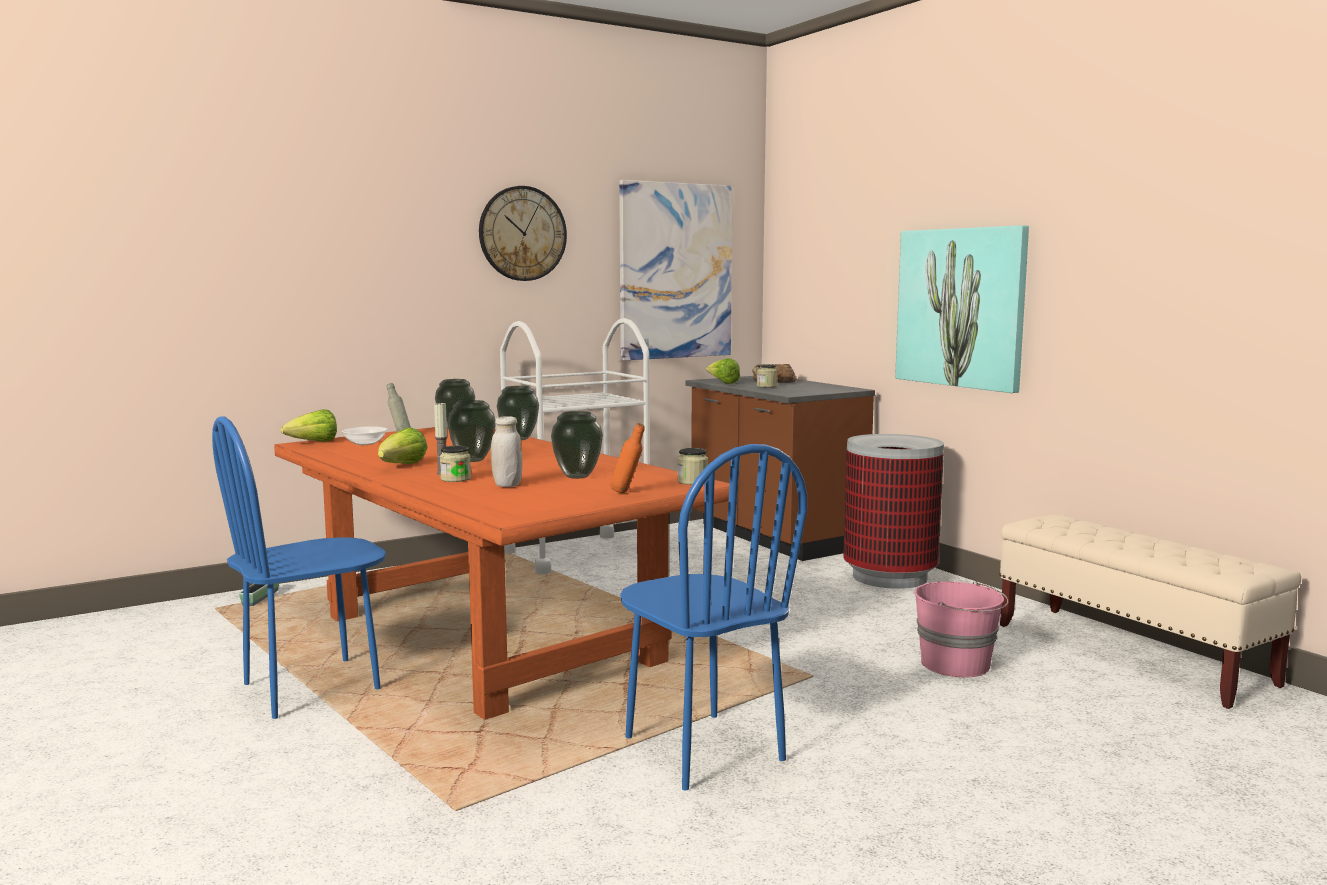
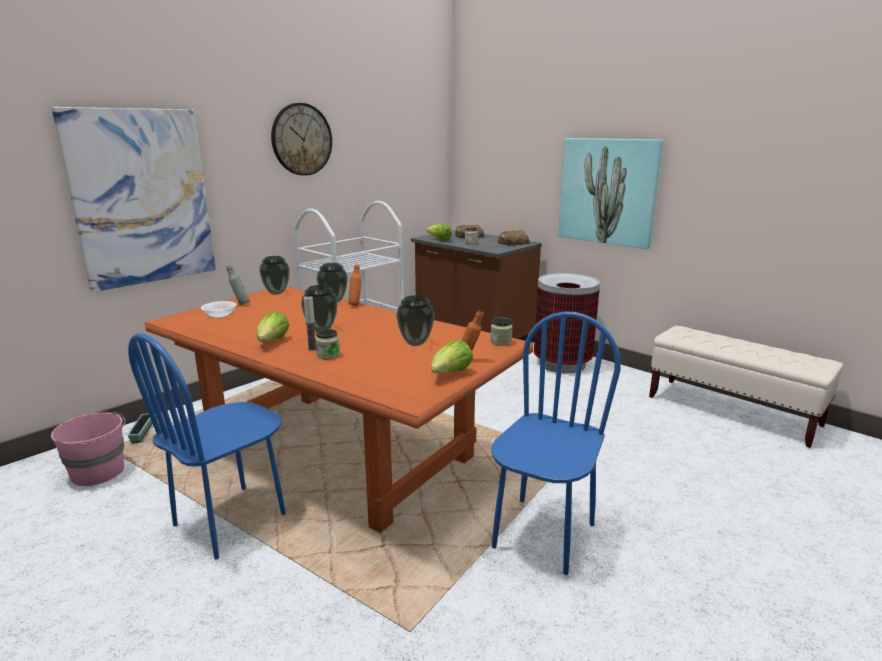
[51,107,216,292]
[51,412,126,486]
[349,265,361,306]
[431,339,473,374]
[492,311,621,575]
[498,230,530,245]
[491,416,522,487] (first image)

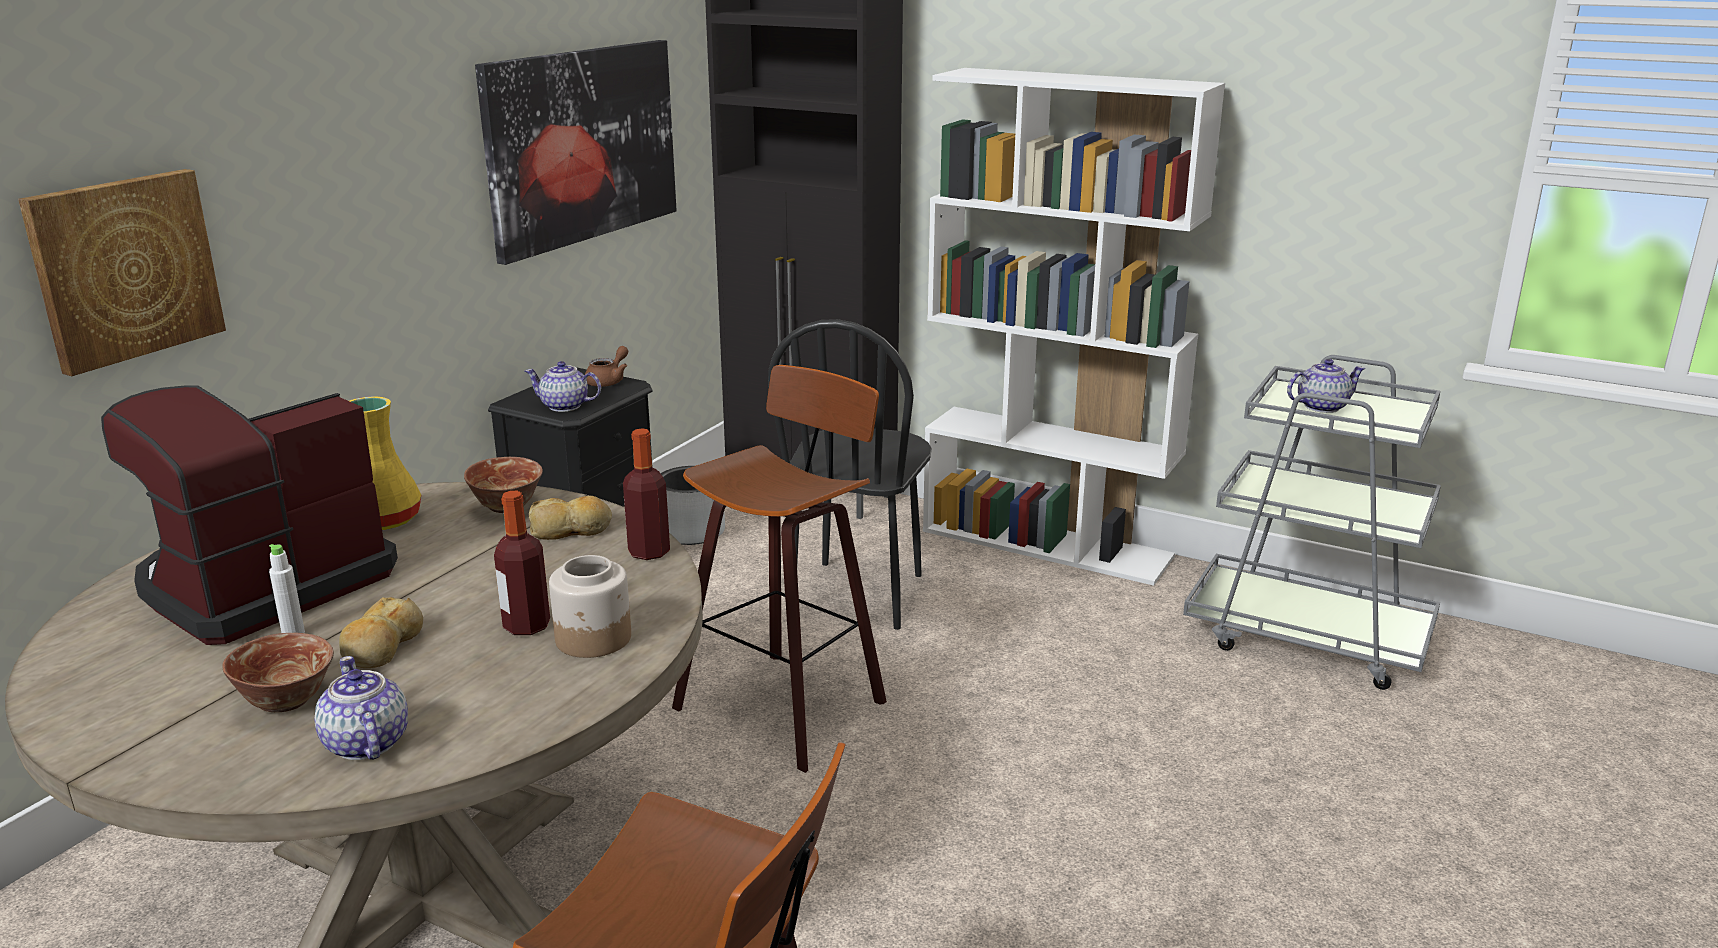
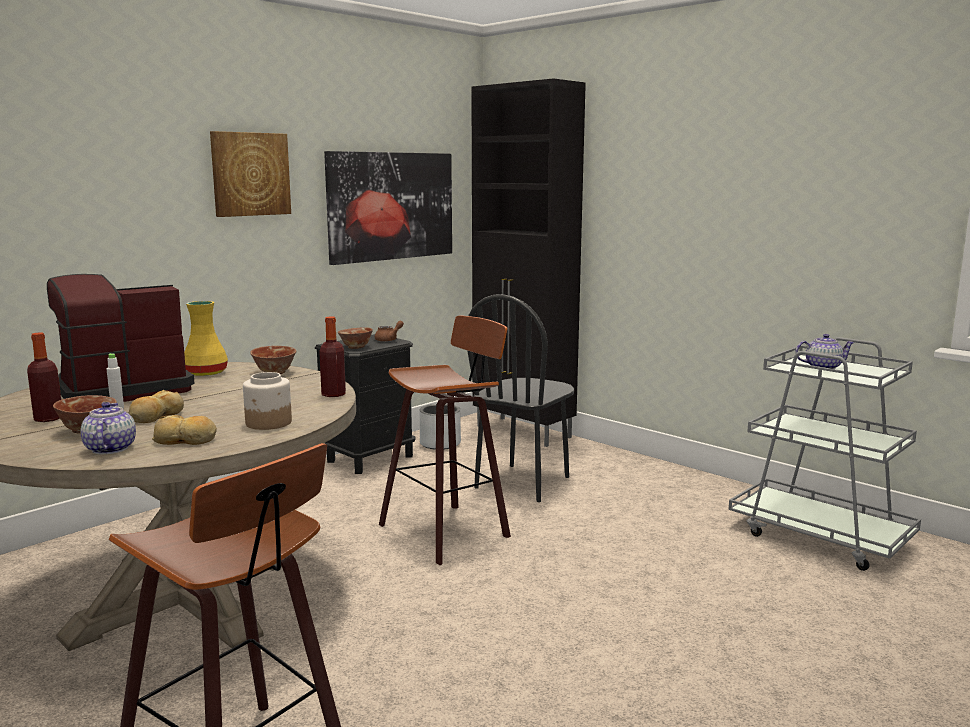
[27,332,61,422]
[152,415,217,445]
[210,131,291,217]
[338,327,373,349]
[923,68,1225,586] (first image)

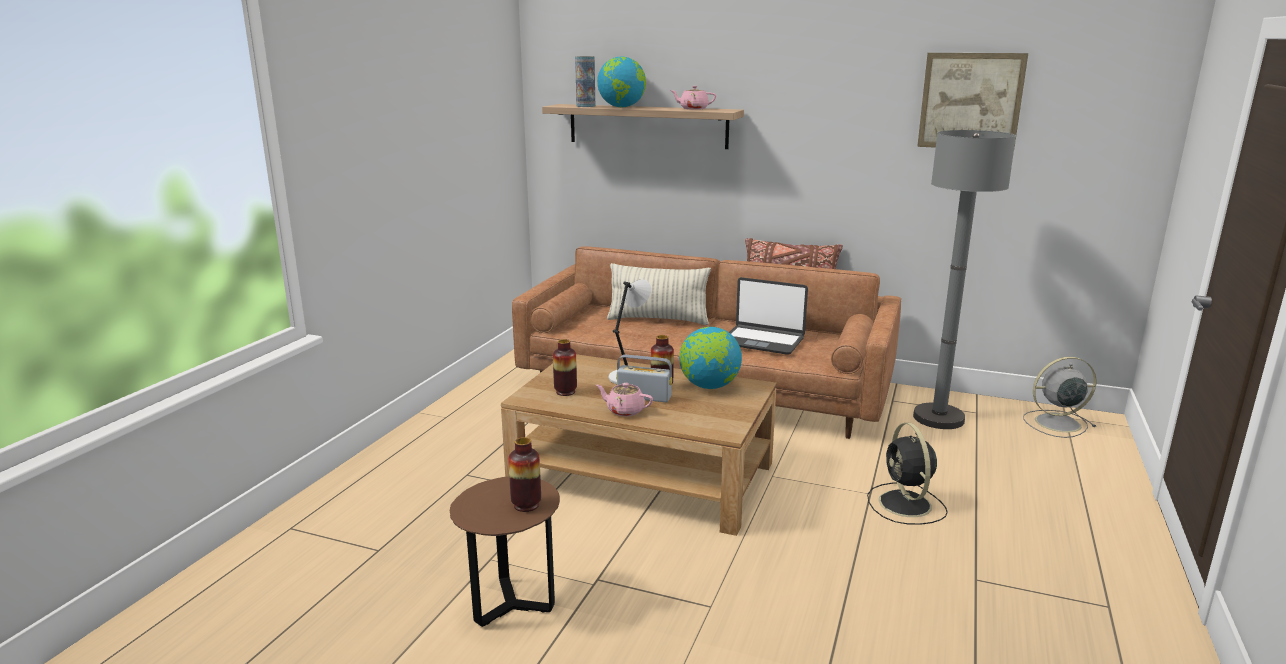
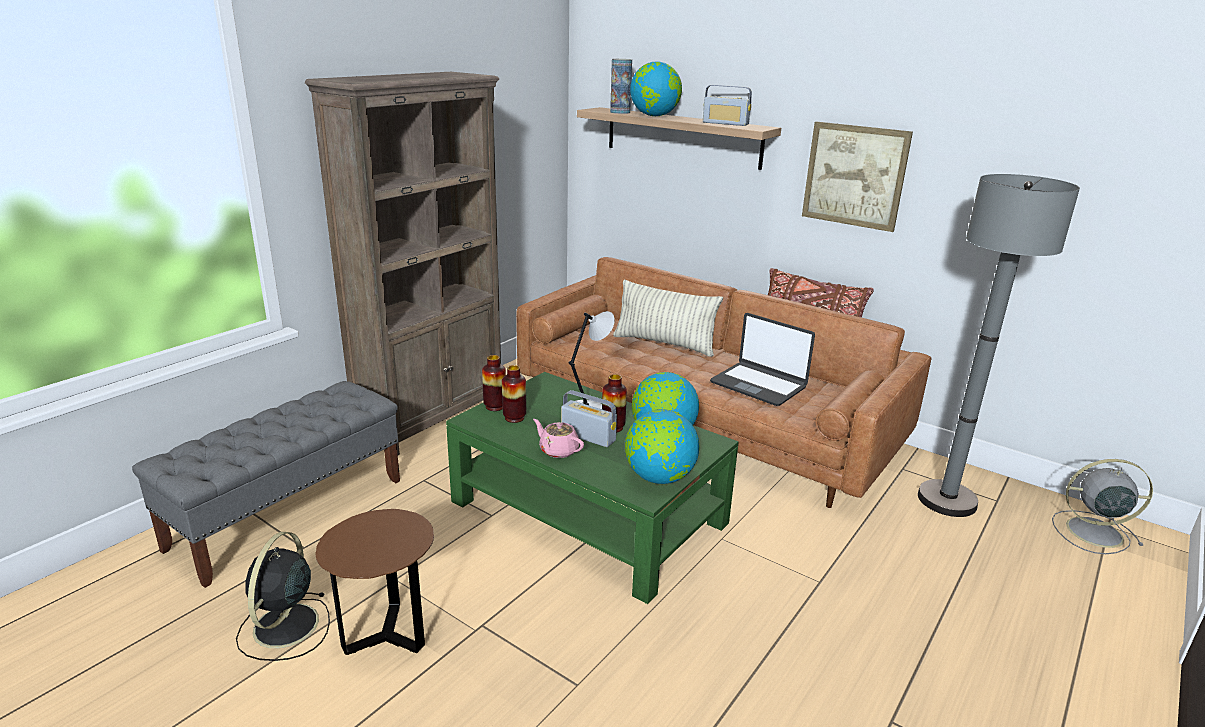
[132,381,400,588]
[236,532,330,661]
[305,72,501,455]
[446,372,739,604]
[482,355,506,411]
[625,409,699,484]
[703,85,752,126]
[802,121,913,232]

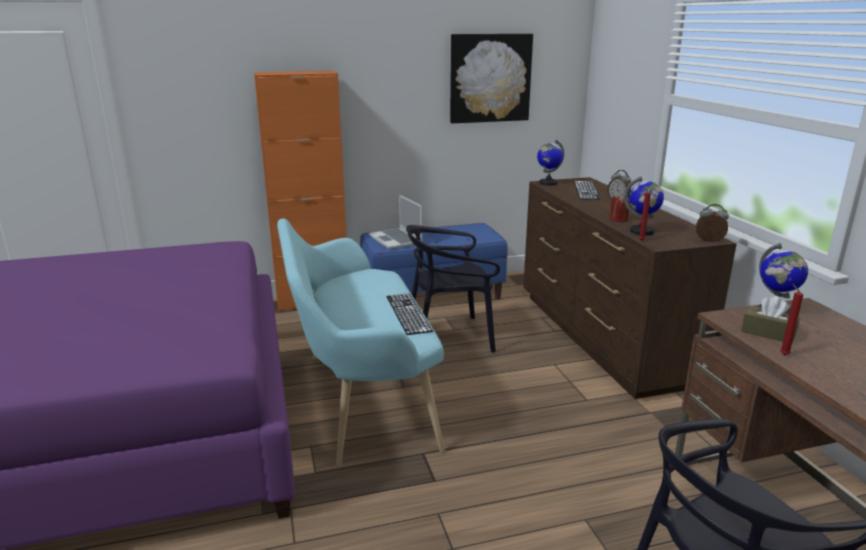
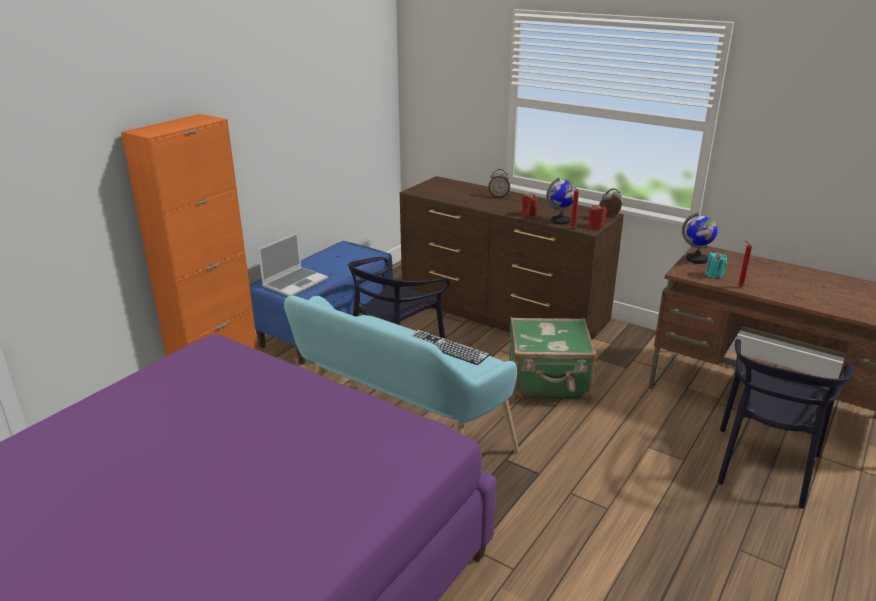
[258,232,328,296]
[509,317,596,400]
[588,204,607,229]
[705,252,727,279]
[450,34,533,123] (first image)
[537,140,564,186] (first image)
[574,181,600,200] (first image)

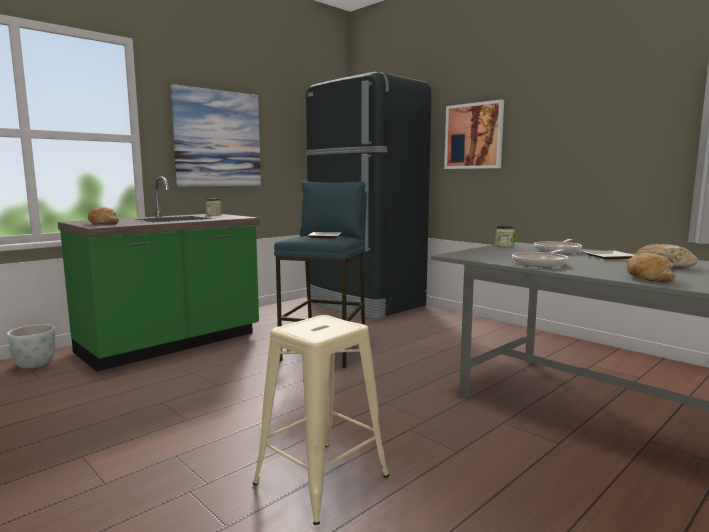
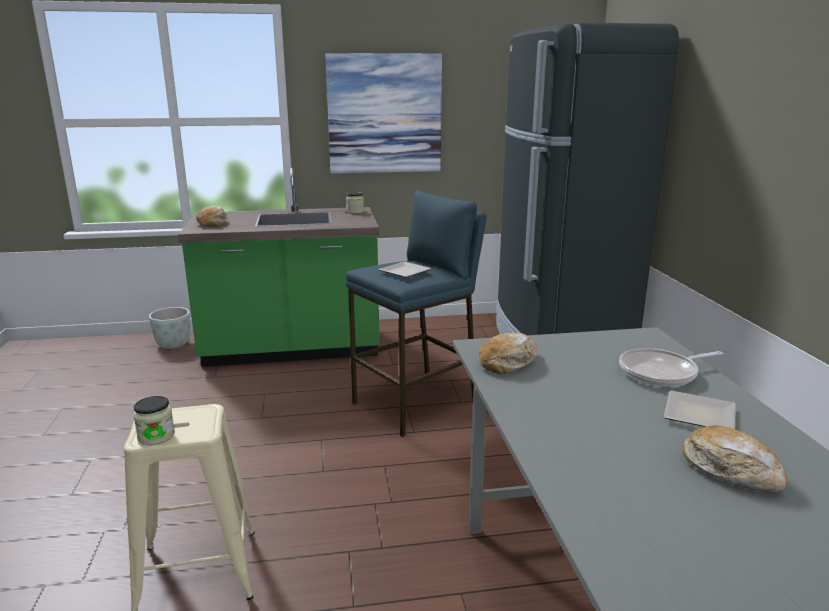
[133,396,175,445]
[479,332,537,374]
[444,100,504,169] (first image)
[512,249,568,267] (first image)

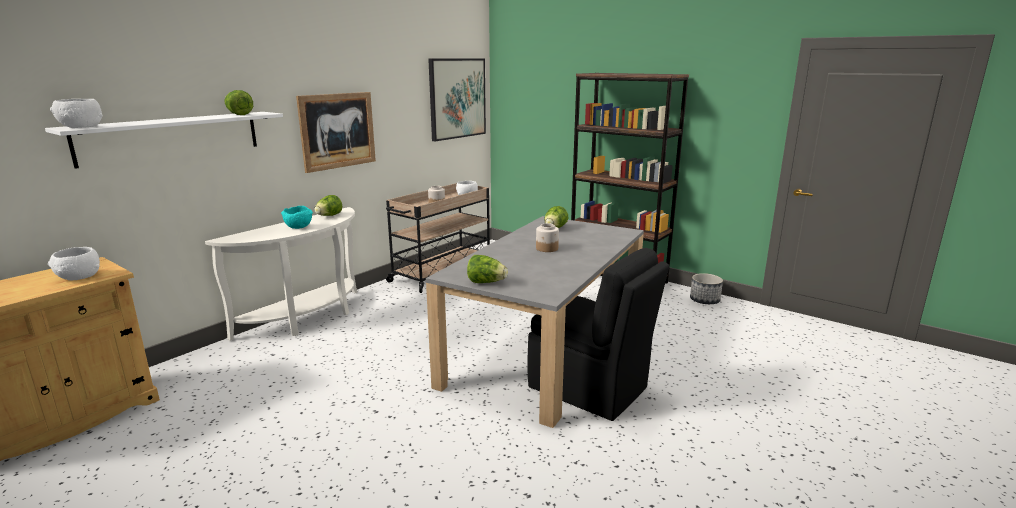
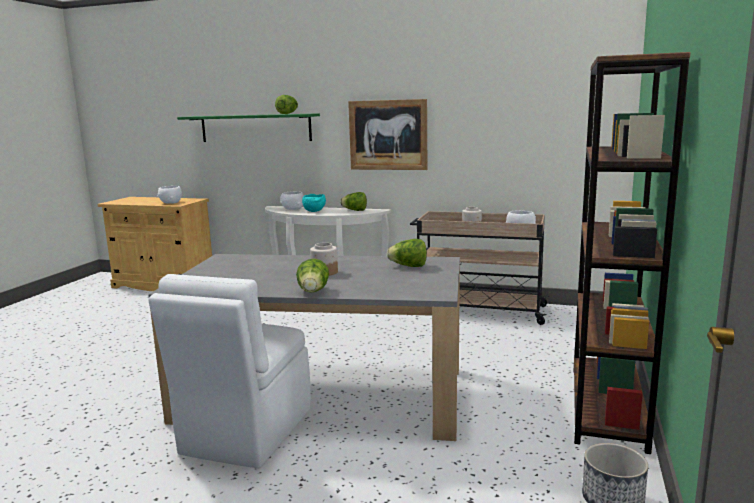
[148,274,311,469]
[177,113,320,142]
[280,191,304,210]
[296,259,329,292]
[428,59,486,141] (first image)

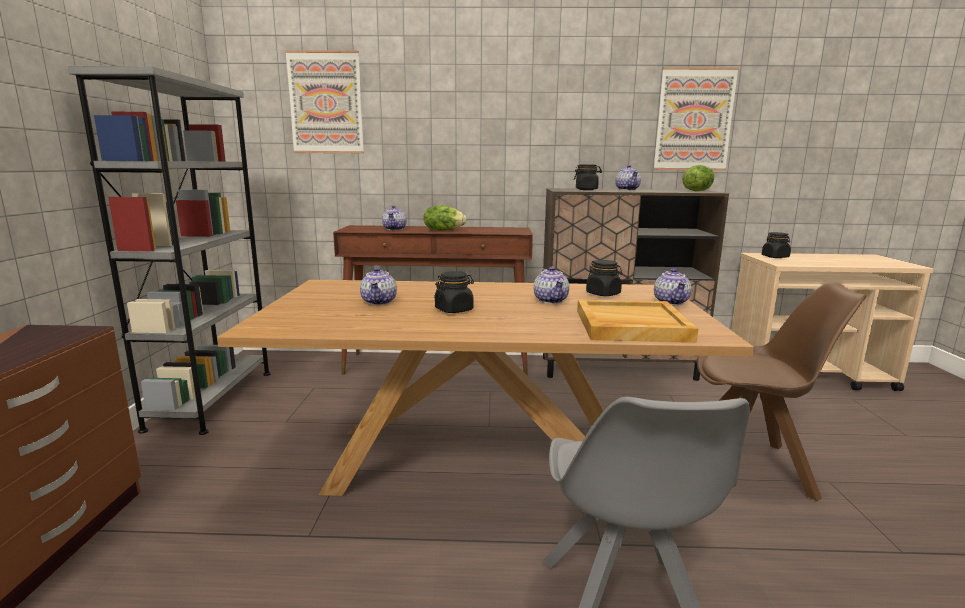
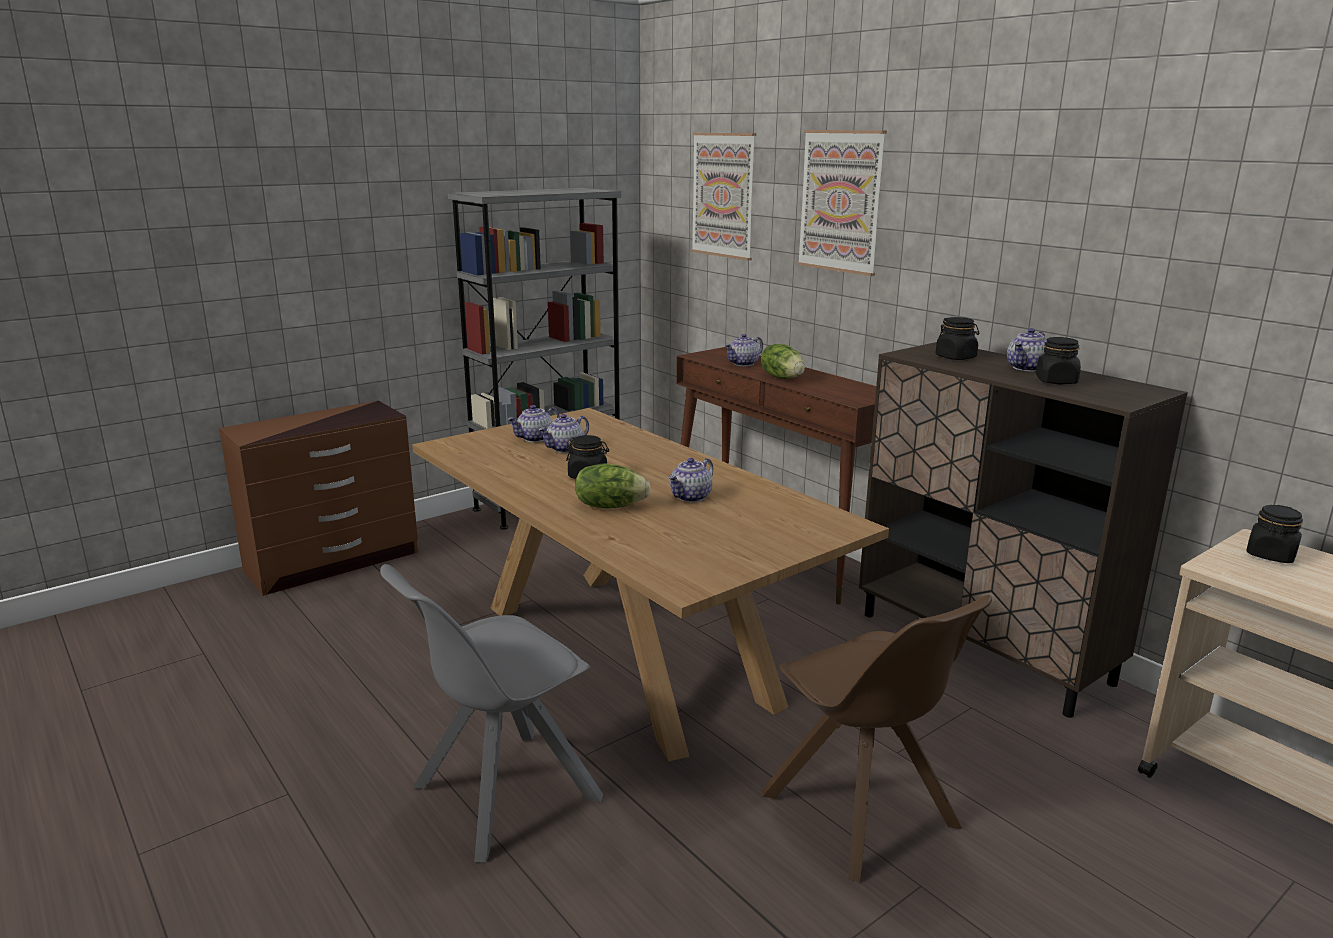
[507,405,560,442]
[575,463,651,508]
[797,130,887,276]
[1036,337,1081,384]
[577,299,699,343] (first image)

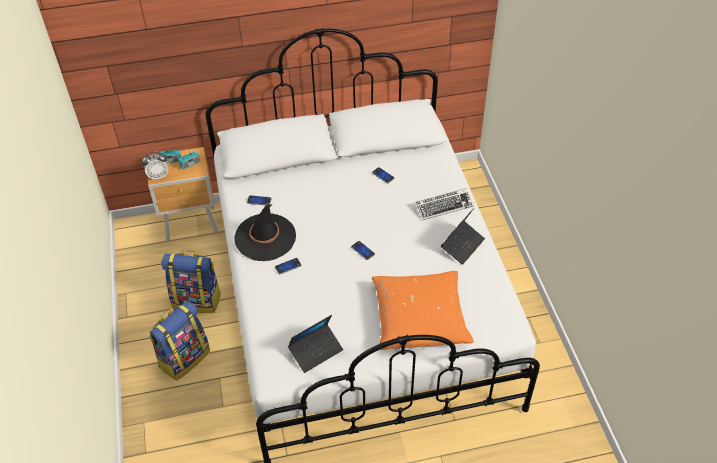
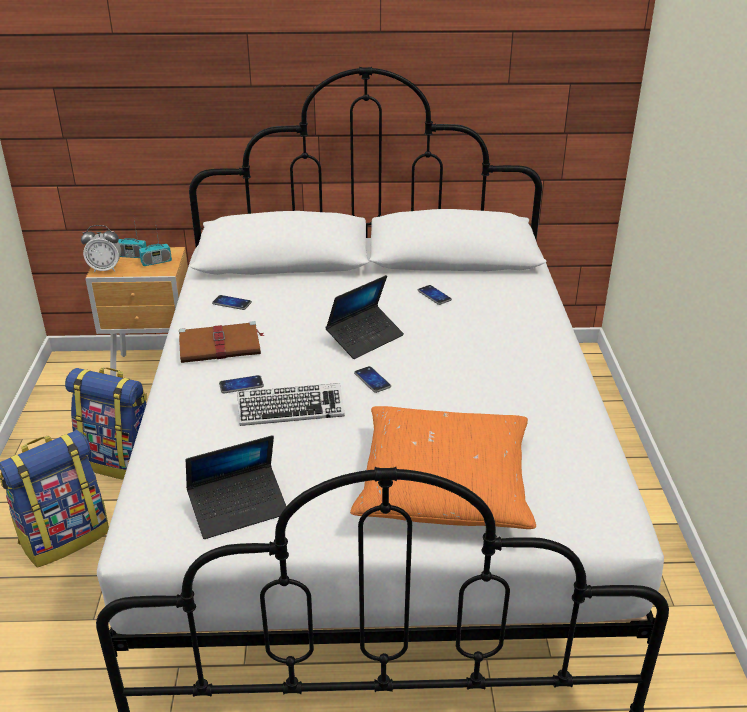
[179,321,265,363]
[237,383,345,426]
[325,275,404,359]

